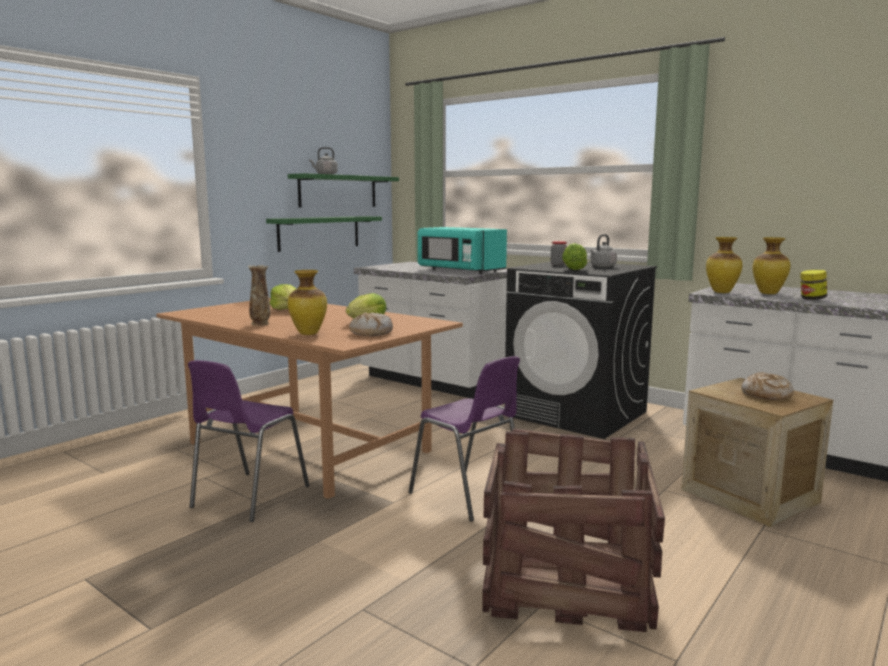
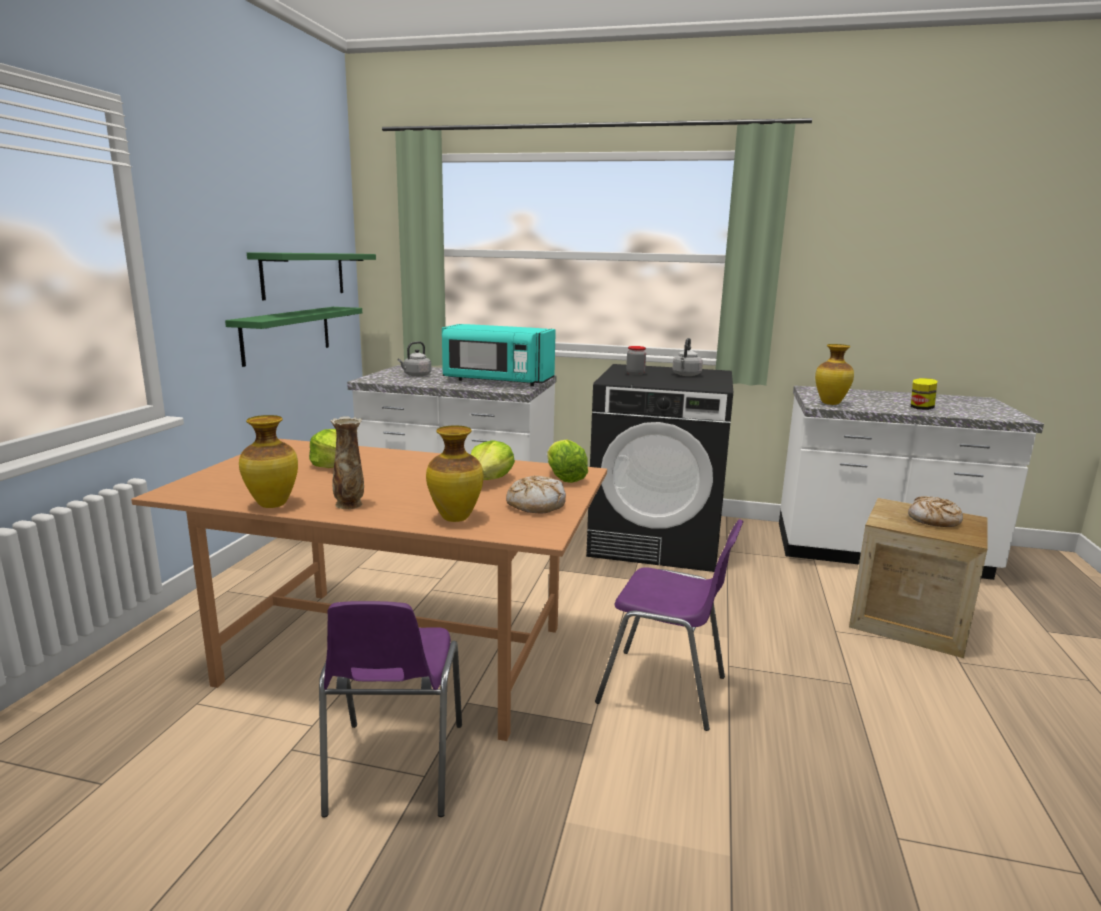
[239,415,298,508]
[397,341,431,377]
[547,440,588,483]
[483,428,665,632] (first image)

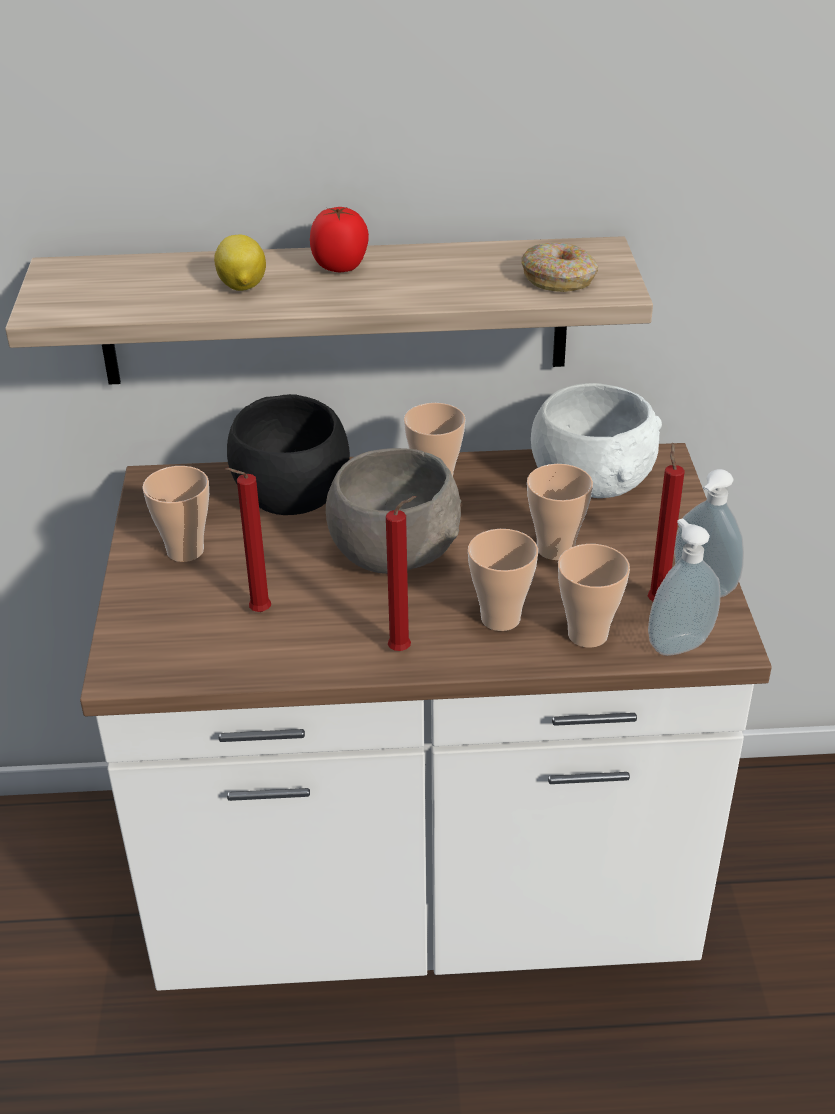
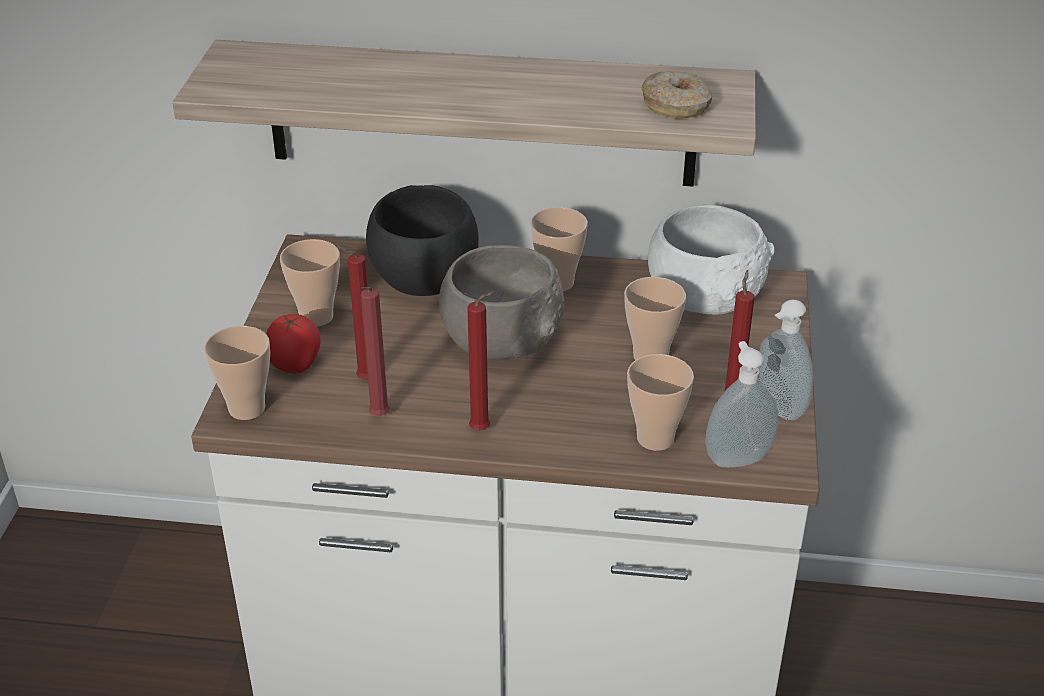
[204,326,270,420]
[266,314,321,374]
[361,287,390,416]
[214,235,266,291] (first image)

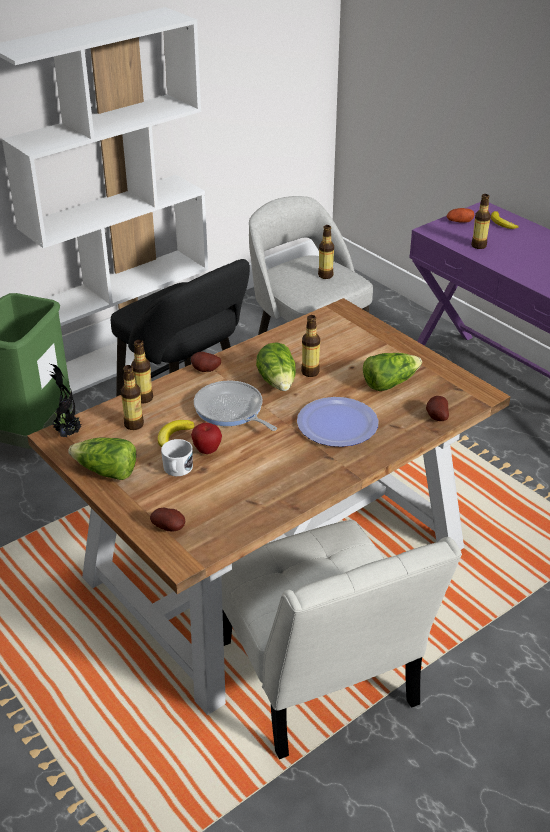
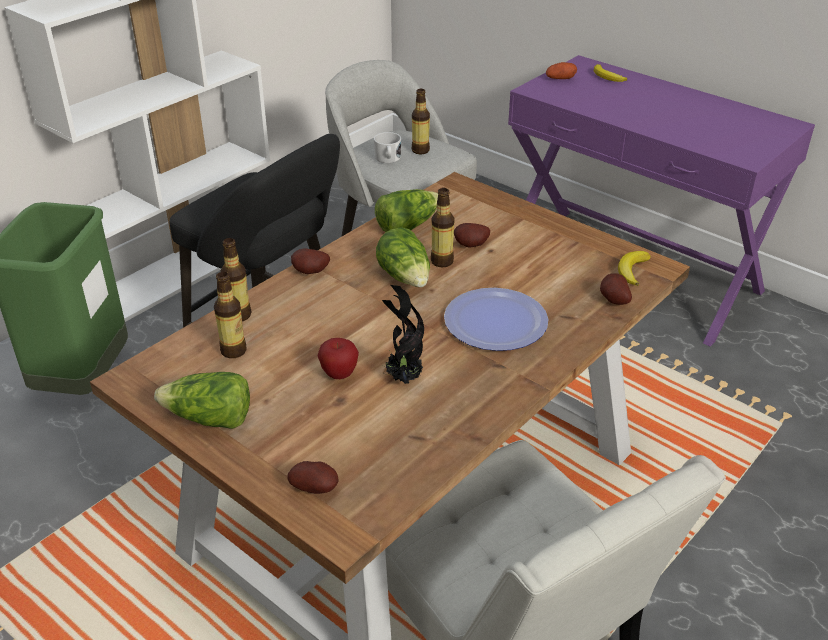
[374,132,401,163]
[375,189,438,232]
[382,285,424,384]
[454,223,490,248]
[618,251,651,286]
[194,381,277,431] (first image)
[471,194,491,249] (first image)

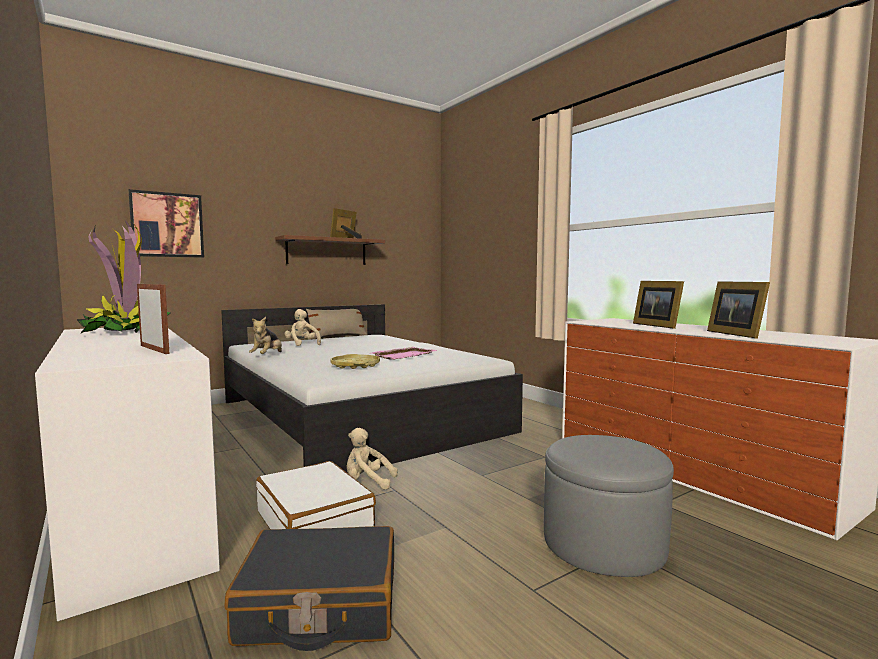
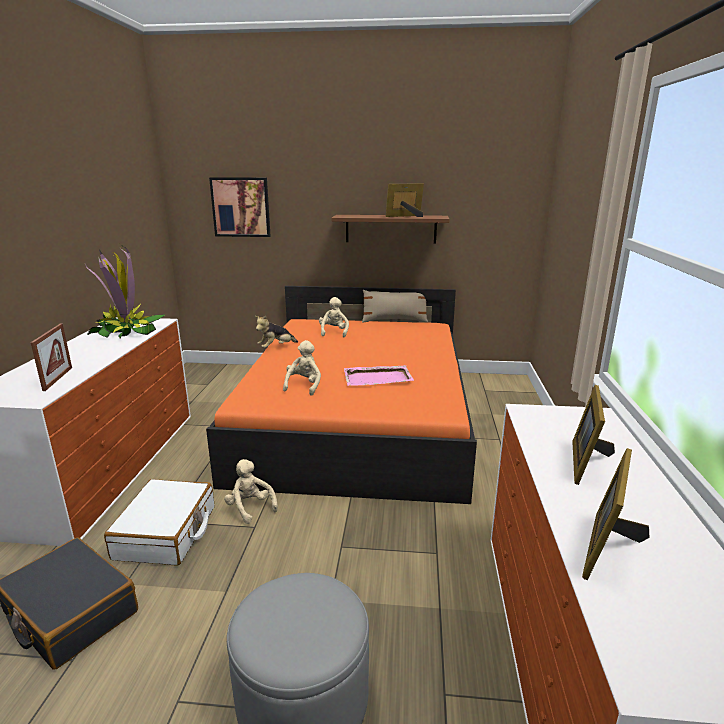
[206,286,477,504]
[283,340,321,396]

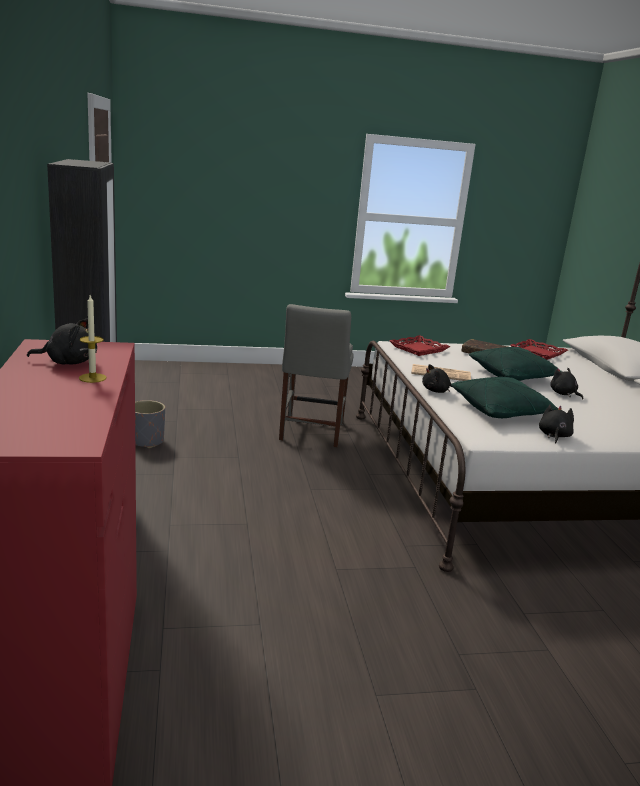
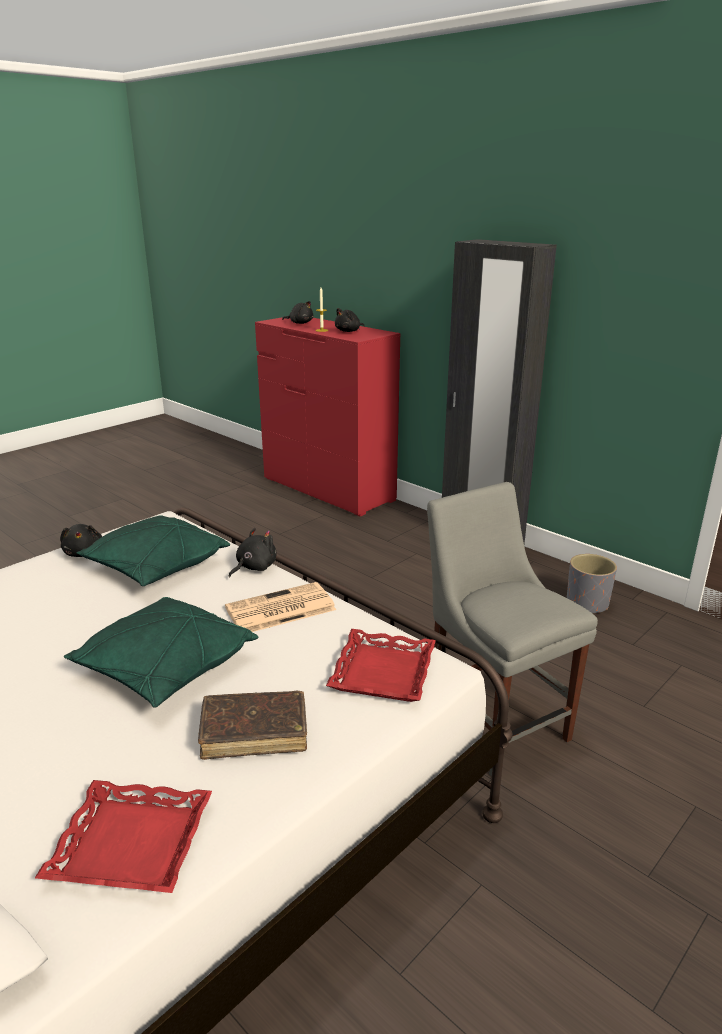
[282,301,313,324]

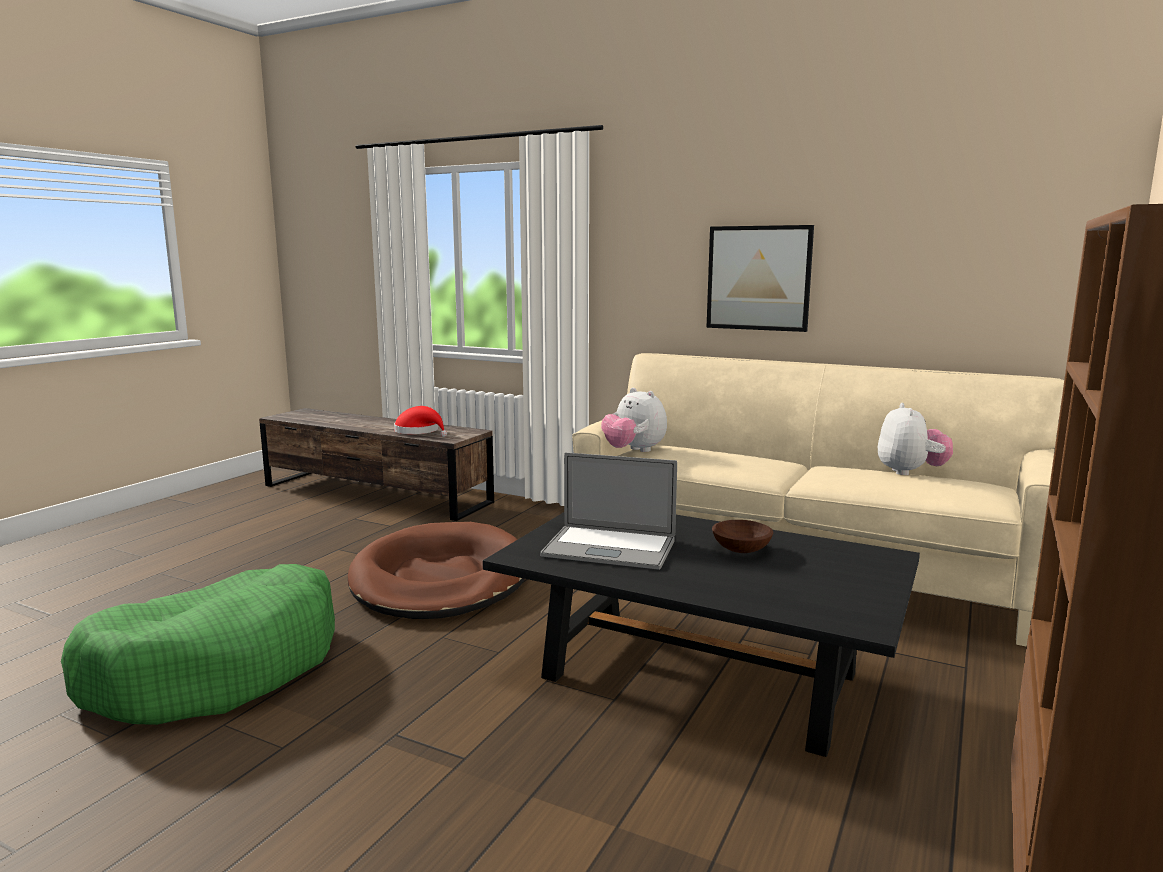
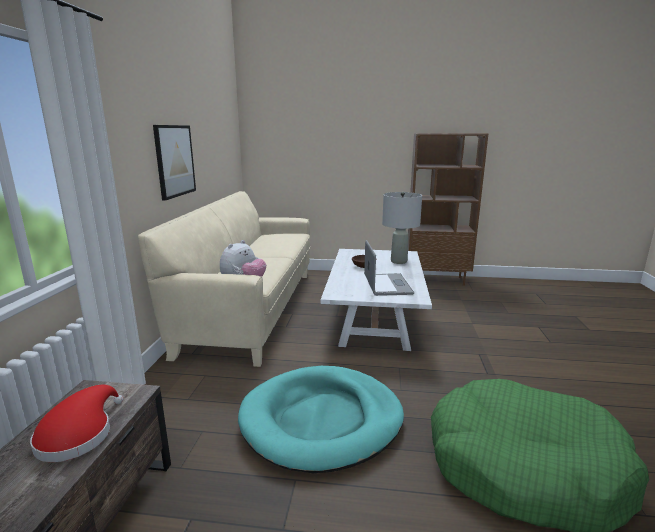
[238,366,404,473]
[321,249,432,351]
[382,192,422,264]
[878,403,953,475] (first image)

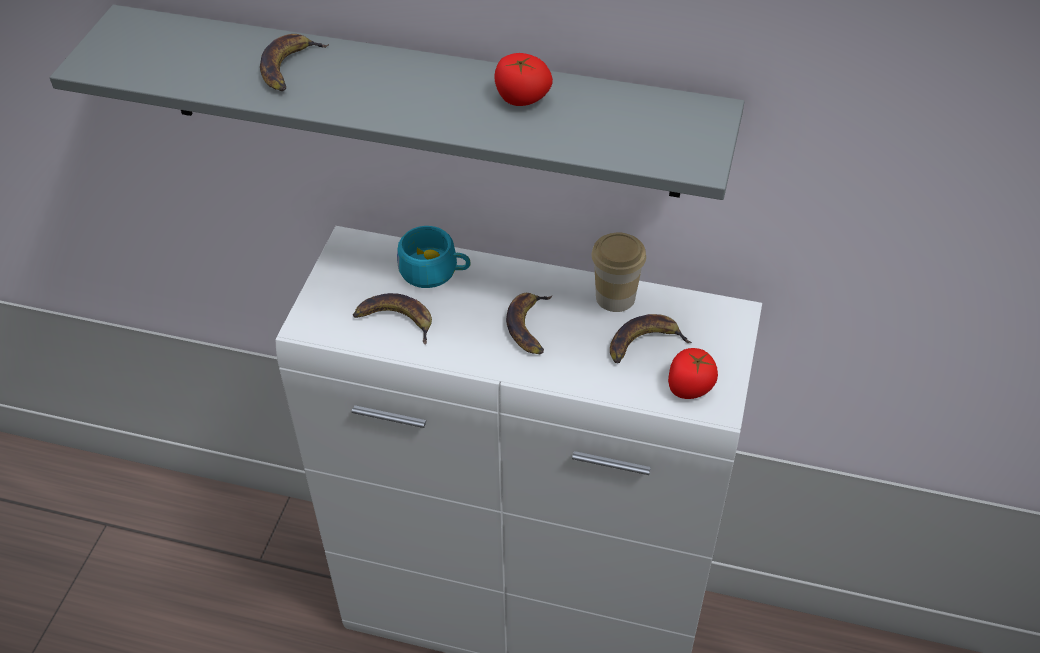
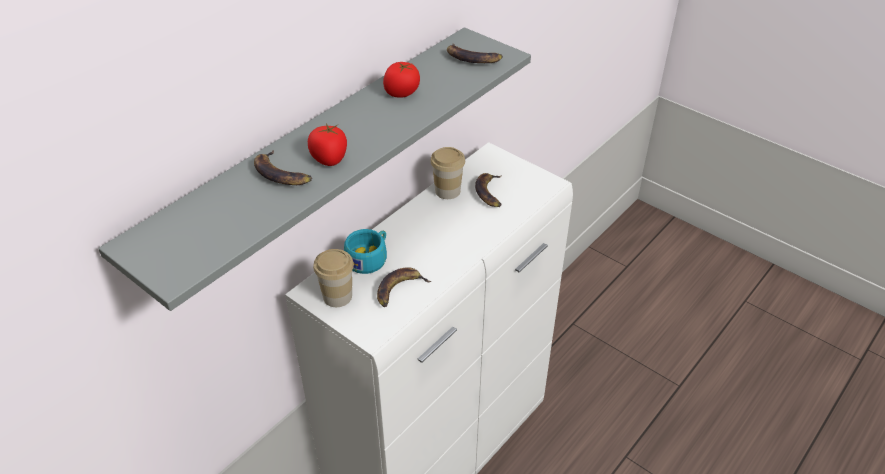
[308,124,347,166]
[313,249,354,307]
[447,43,503,63]

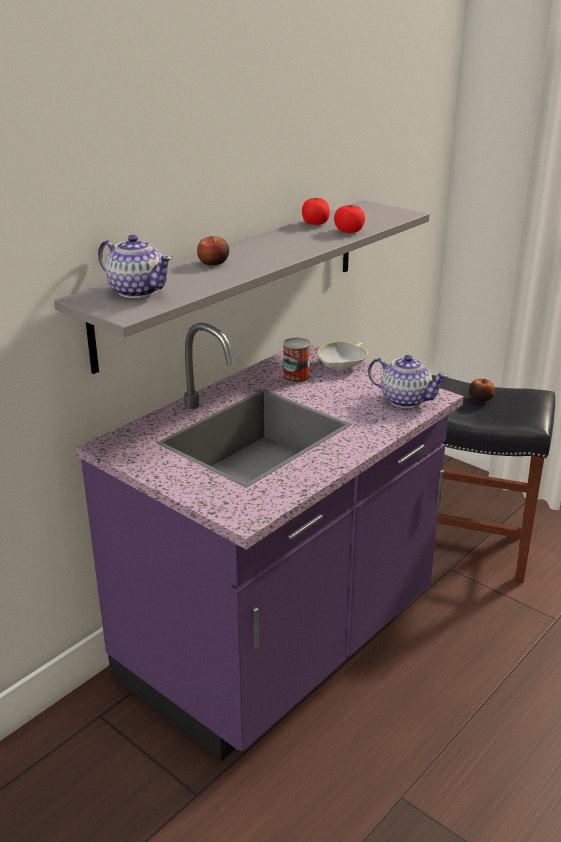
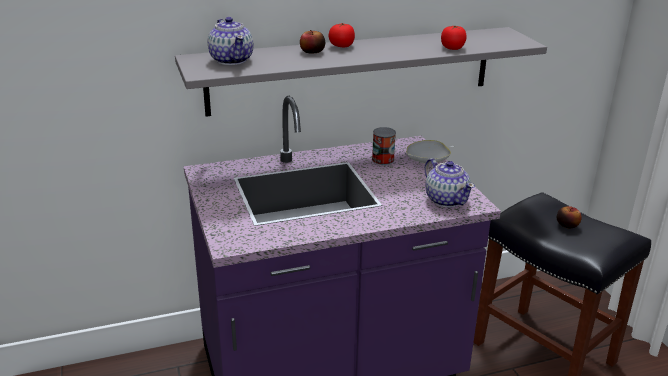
[329,23,355,47]

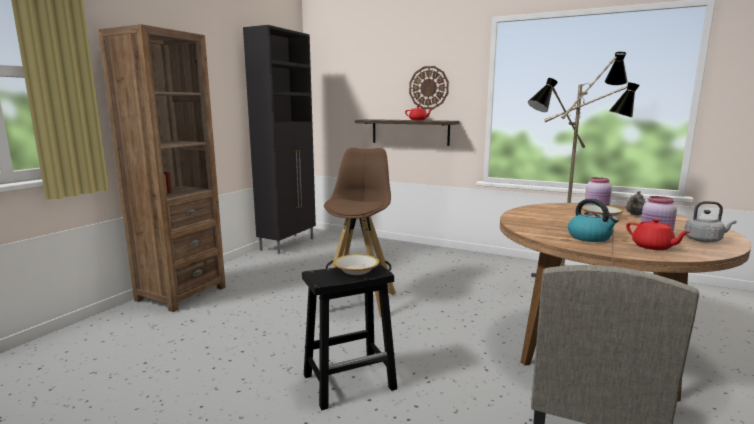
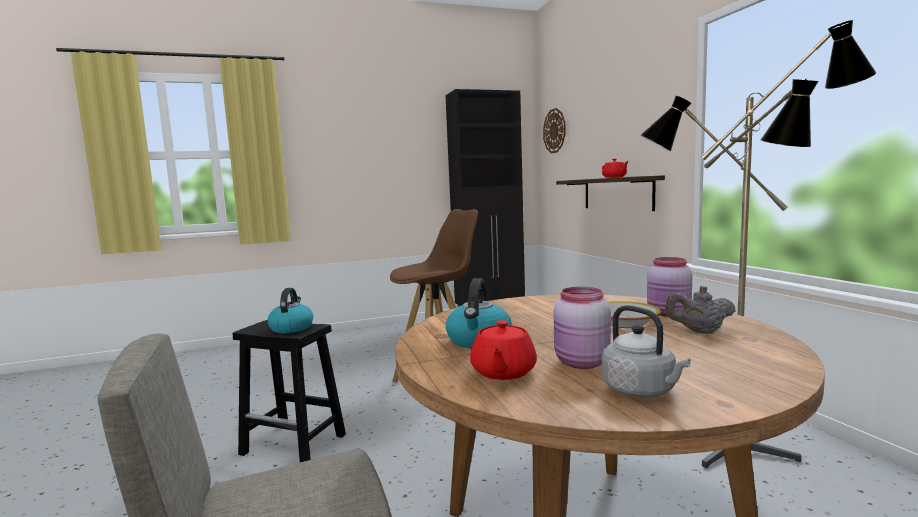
[267,288,313,333]
[543,108,565,153]
[98,24,226,312] (first image)

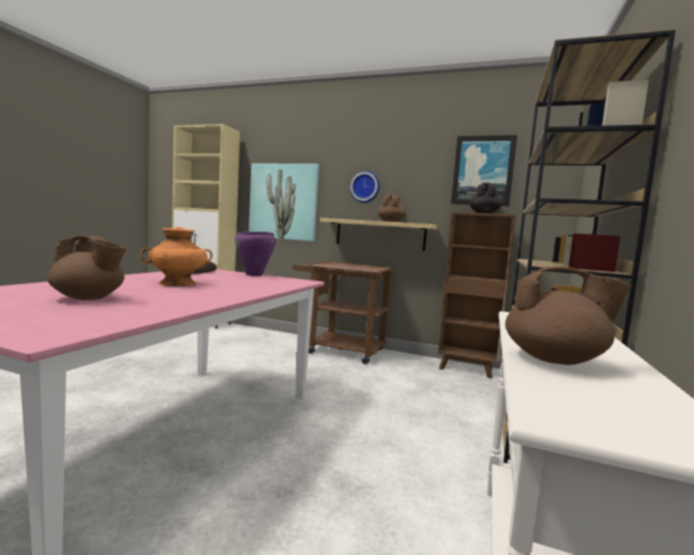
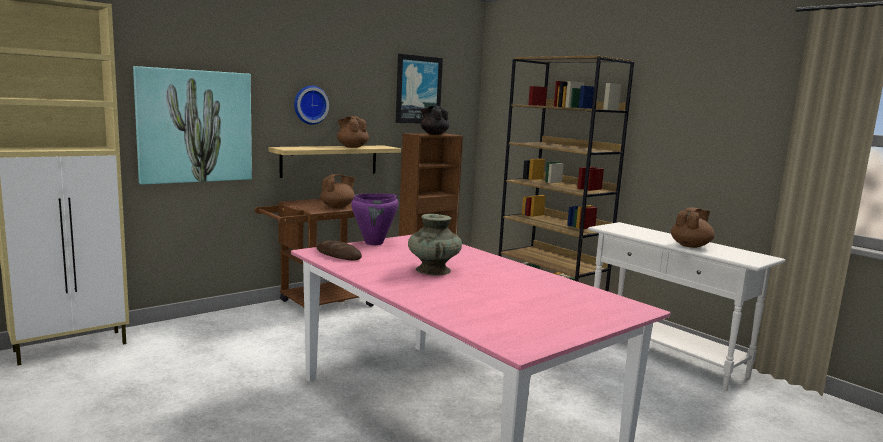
[320,174,355,208]
[408,214,462,276]

